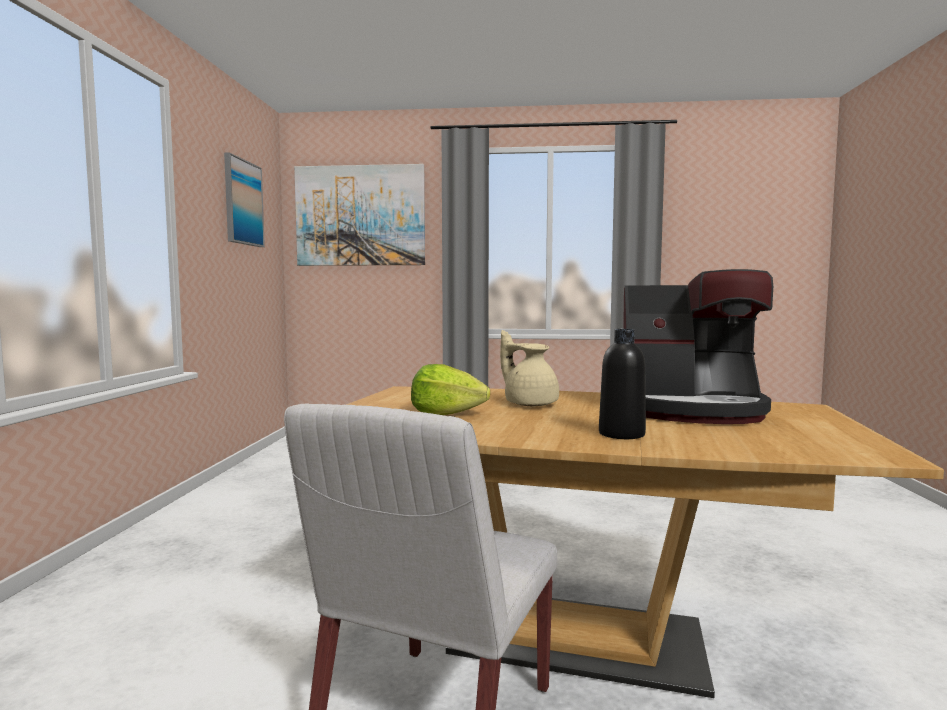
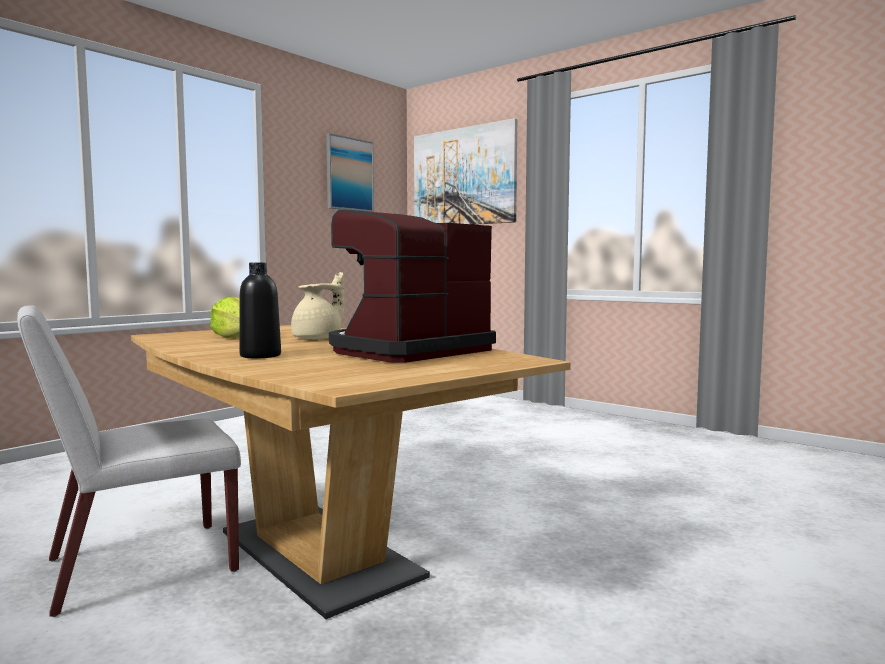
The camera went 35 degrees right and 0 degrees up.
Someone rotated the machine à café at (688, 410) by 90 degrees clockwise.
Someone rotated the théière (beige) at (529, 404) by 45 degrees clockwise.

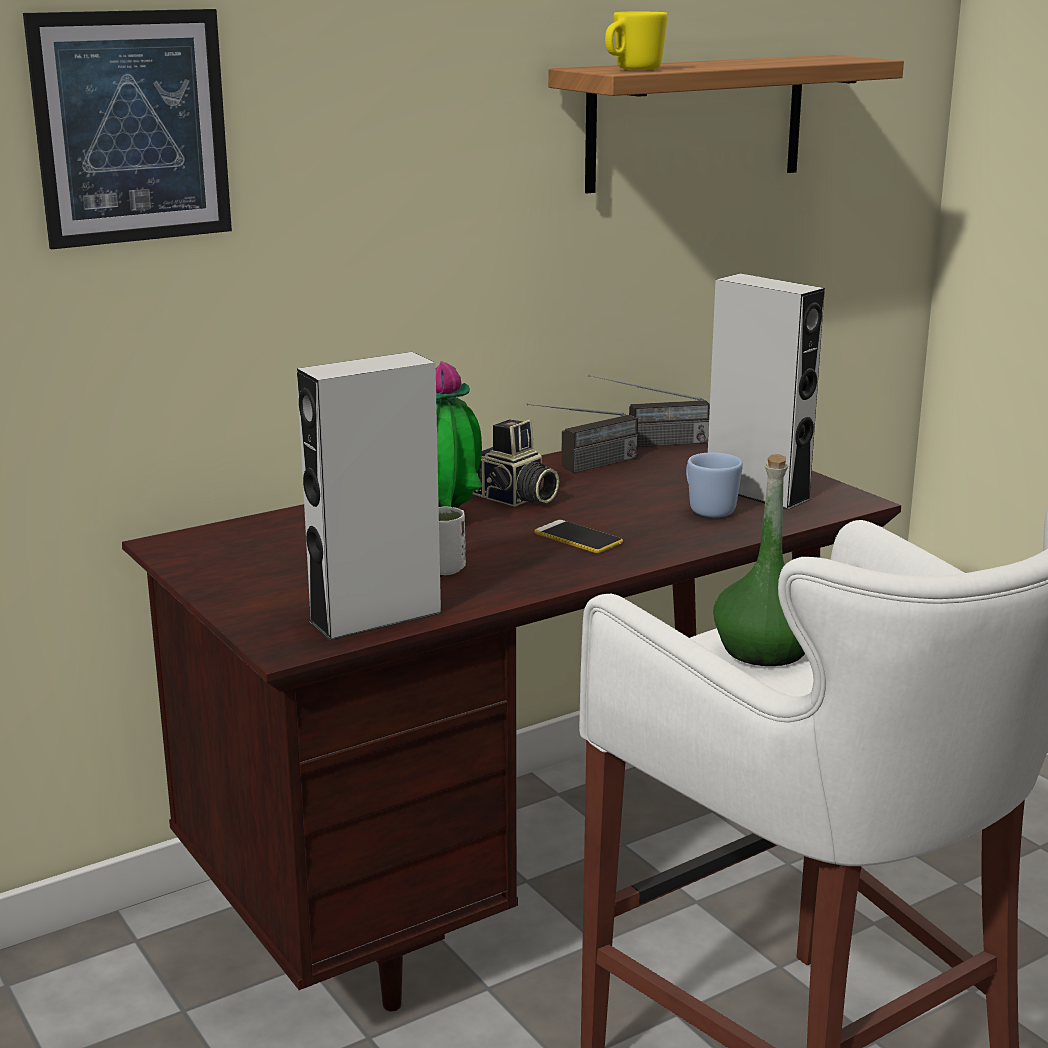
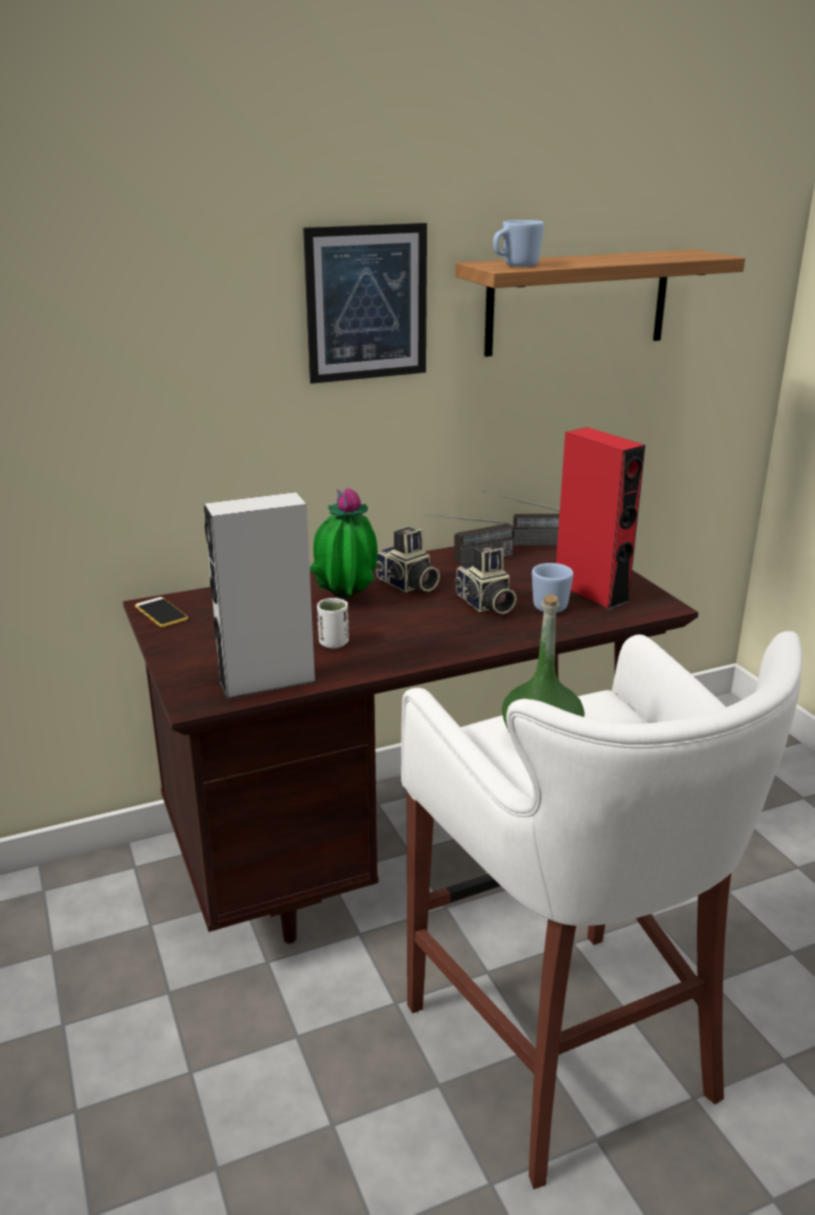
The camera went 10 degrees right and 5 degrees up.
Someone carried the tableau from (132, 128) to (367, 303).
Someone repainted the mug (jaune) at (632, 69), which became the mug (bleu) at (515, 266).
Someone repainted the enceinte (gris) at (757, 492), which became the enceinte (rouge) at (591, 592).
Someone carried the téléphone from (578, 538) to (161, 613).
Someone put down the appareil photo at (485, 604).

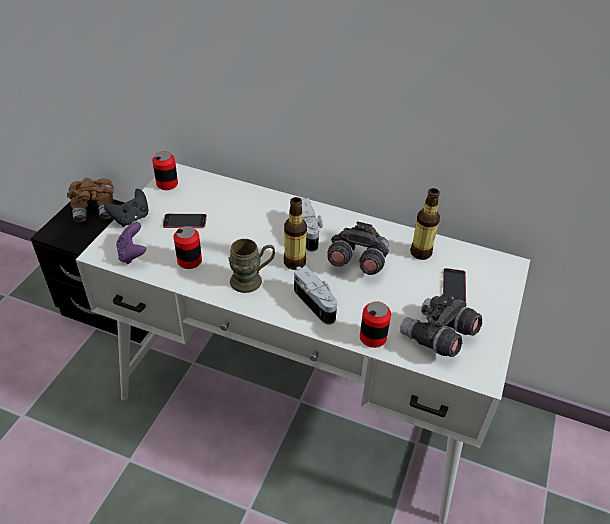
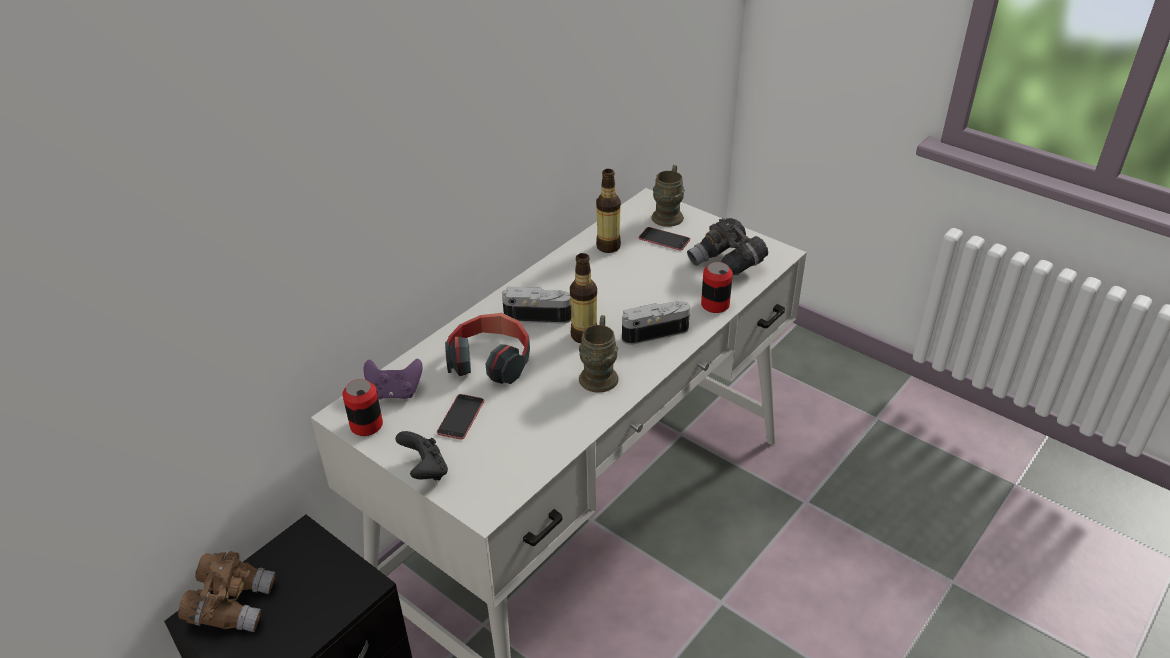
The camera went 70 degrees left and 5 degrees down.
Someone took away the jumelles (gris) at (357, 261).
Someone carried the manette (violet) from (132, 254) to (395, 392).
Someone took away the boîte métallique at (189, 261).
Someone put down the mug (marron) at (669, 214).
Someone put down the casque audio at (490, 360).

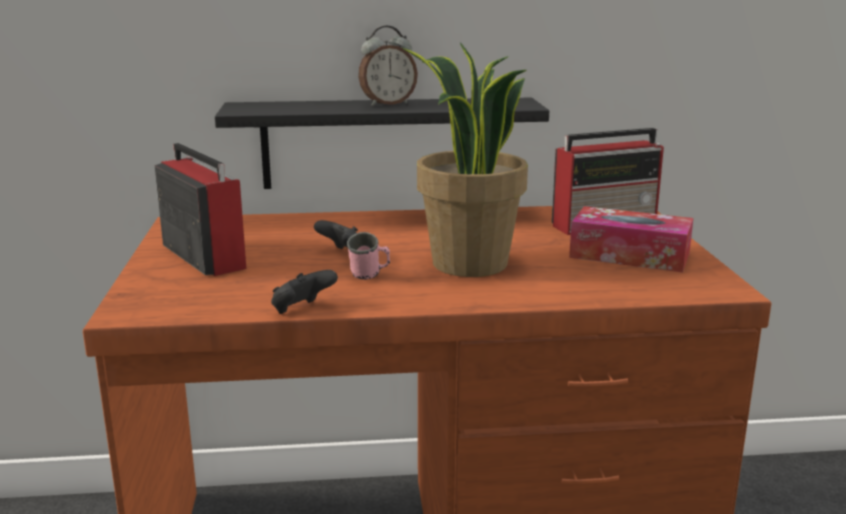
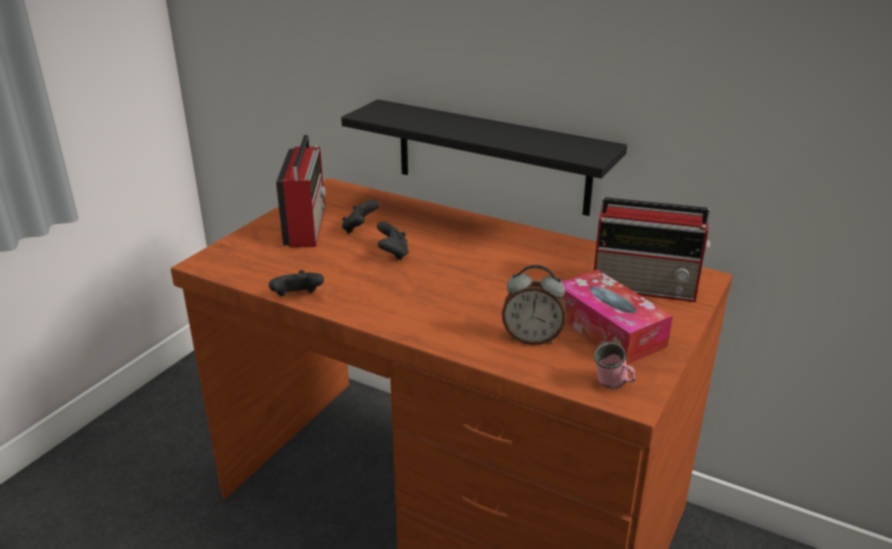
The camera went 35 degrees right and 10 degrees up.
Someone carried the réveil from (387, 104) to (532, 338).
Someone took away the plante en pot at (468, 264).
Someone carried the mug (rose) from (369, 277) to (613, 386).
Someone put down the manette (noir) at (359, 229).

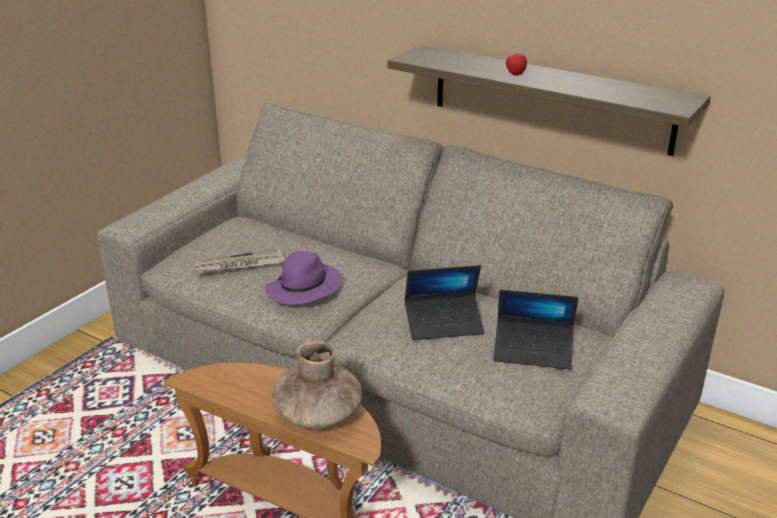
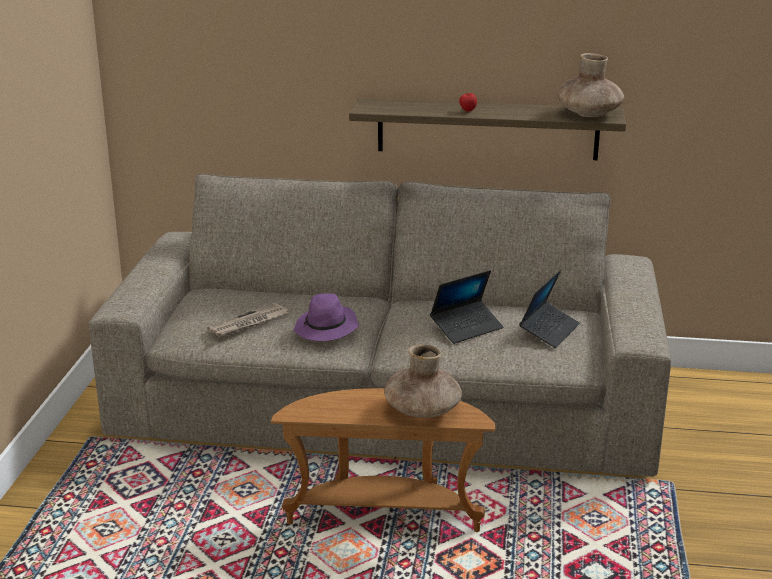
The camera went 25 degrees left and 5 degrees down.
Someone rotated the ordinateur portable at (533, 351) by 45 degrees counterclockwise.
Someone put down the vase (marron) at (589, 114).

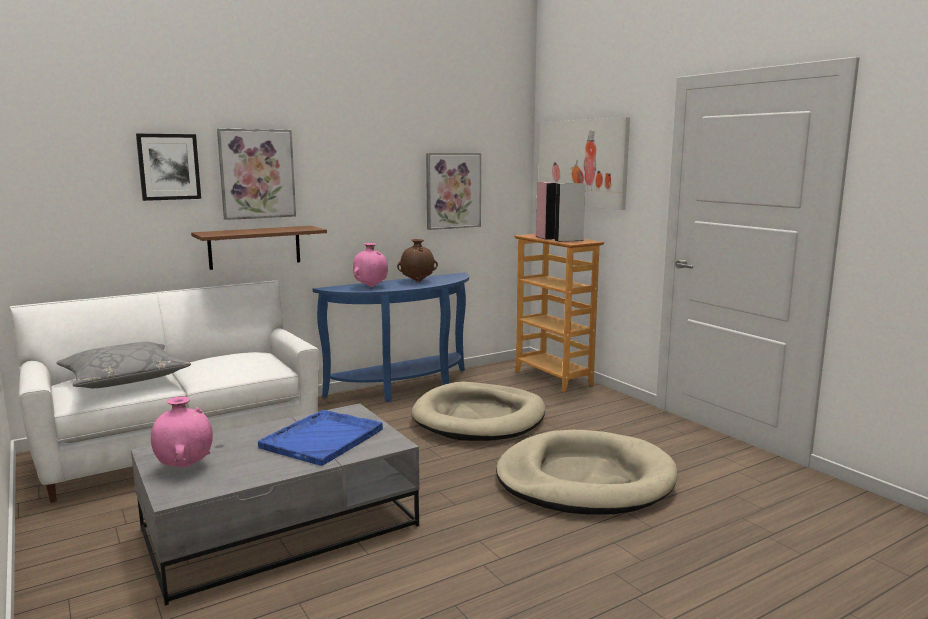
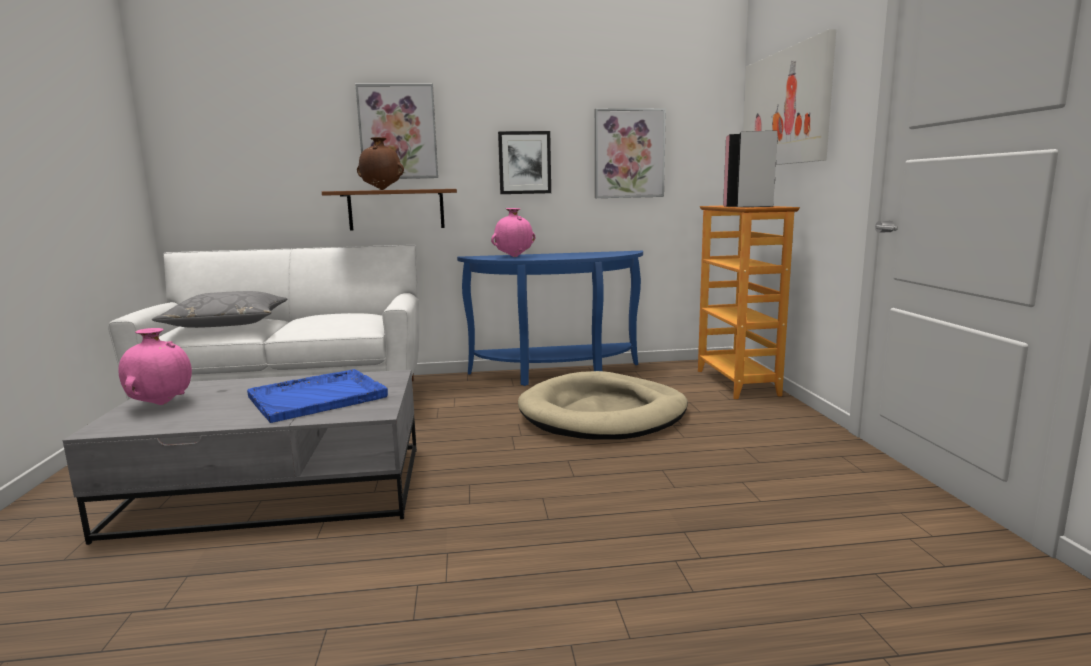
The camera went 25 degrees right and 0 degrees up.
Someone carried the tableau from (169, 167) to (524, 163).
Someone carried the vase (marron) from (418, 281) to (382, 189).
Someone took away the panier pour chien (beige) at (584, 480).

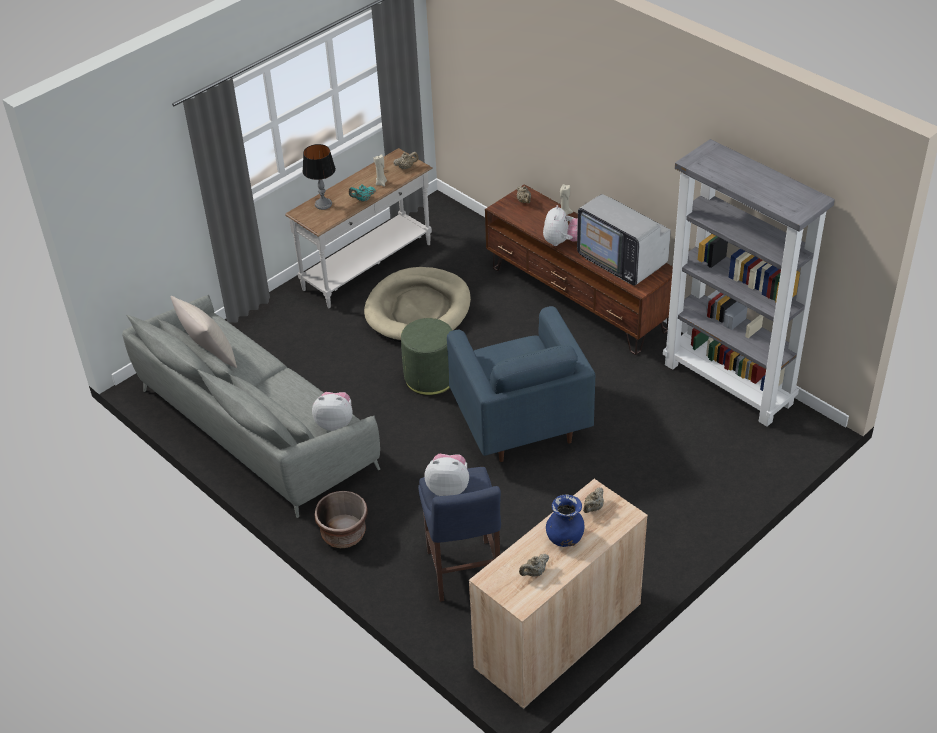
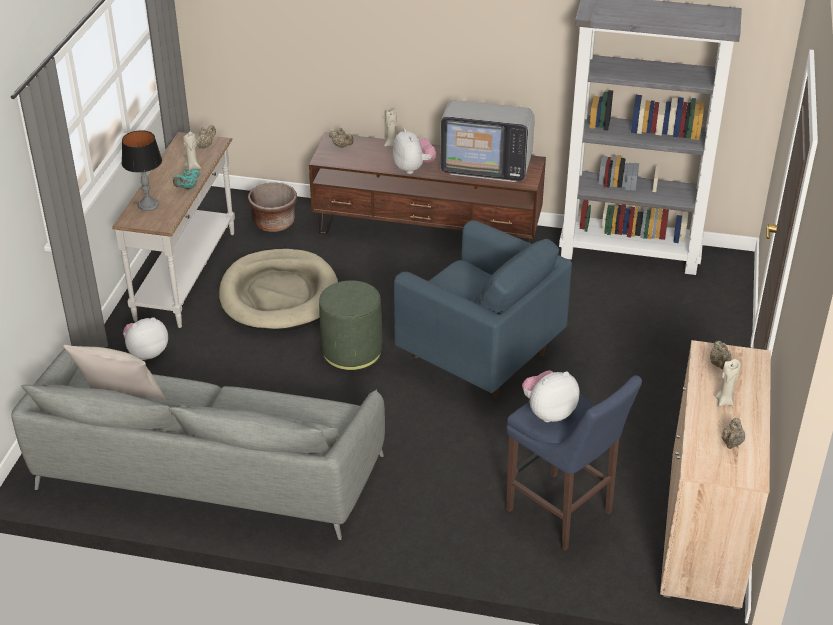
The camera went 35 degrees left and 5 degrees down.
Someone carried the peluche from (335, 422) to (147, 352).
Someone carried the cache-pot (marron) from (343, 534) to (274, 223).
Someone swapped the vase (bleu) at (565, 538) for the bougie (beige) at (724, 401).

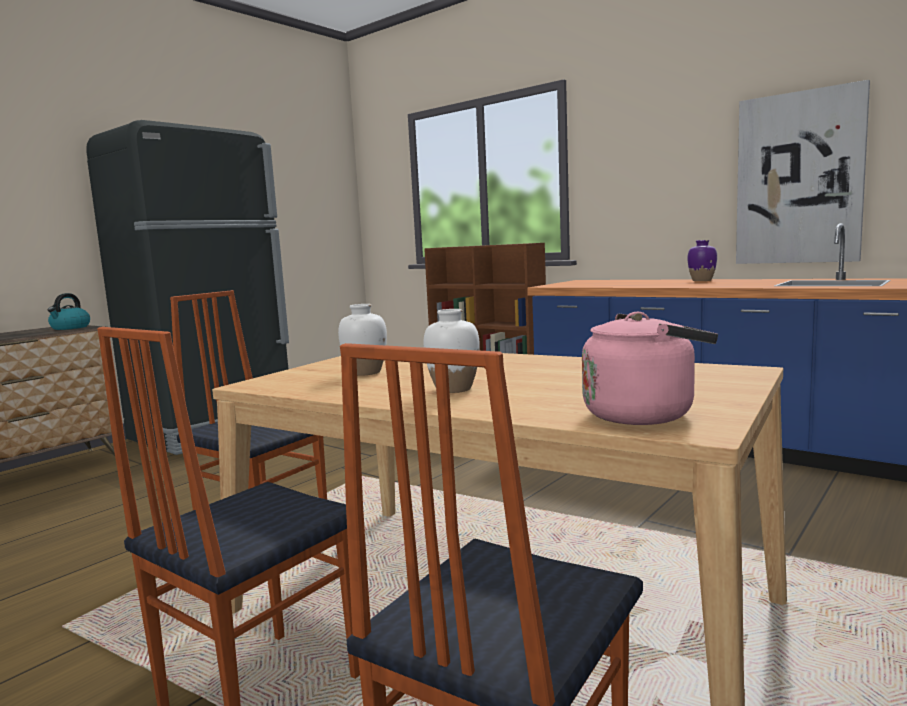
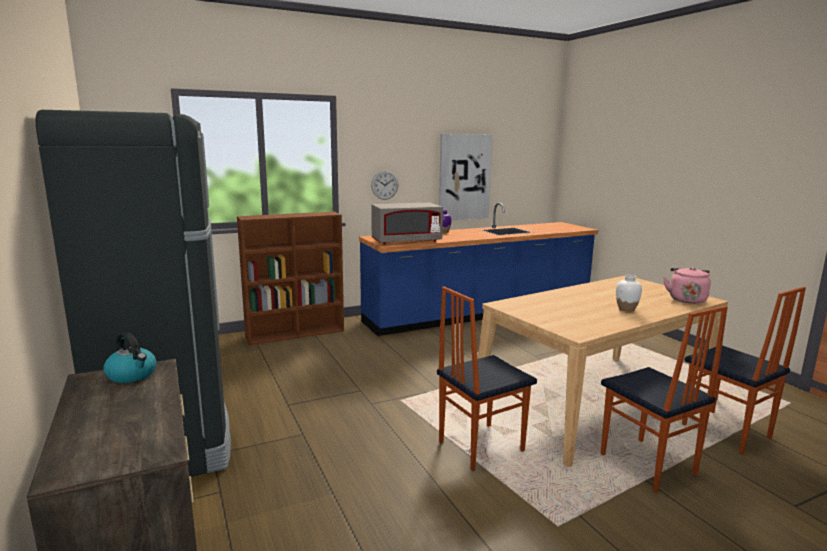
The camera went 65 degrees left and 5 degrees up.
Someone took away the vase (blanc) at (365, 372).
Someone put up the horloge murale at (384, 185).
Someone put down the micro-ondes (gris) at (406, 241).

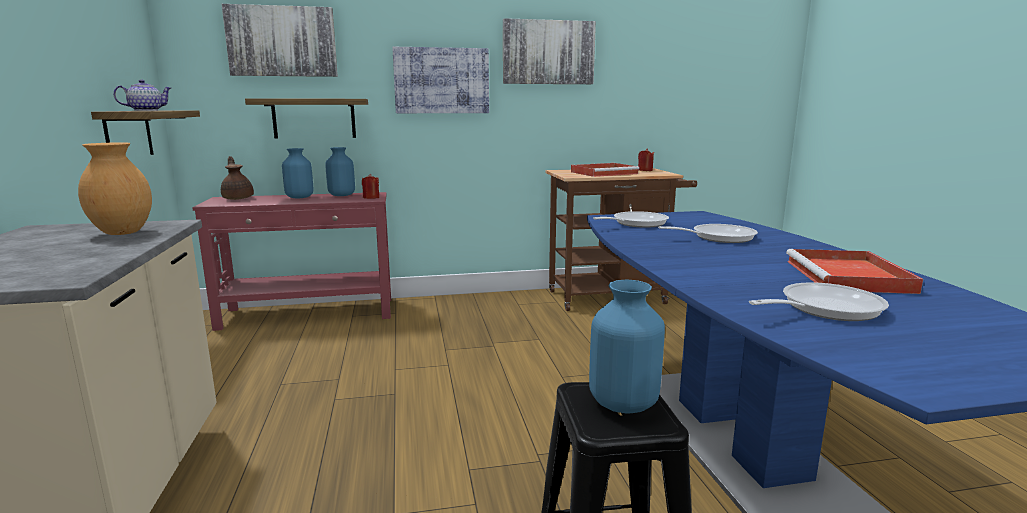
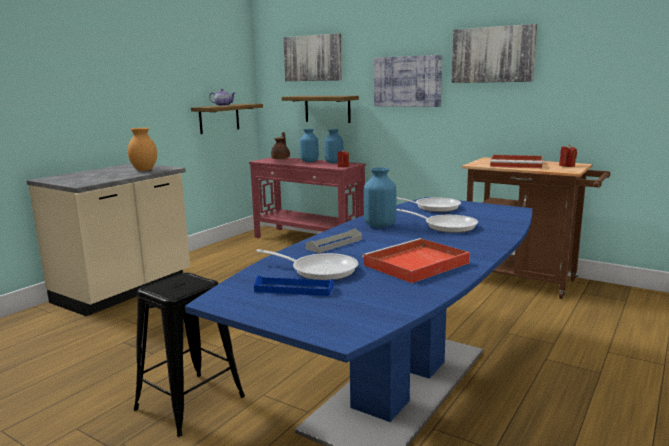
The camera went 45 degrees right and 0 degrees up.
Someone carried the vase (bleu) from (624, 403) to (380, 225).
Someone put down the plateau (gris) at (334, 244).
Someone put down the plateau (bleu) at (294, 289).

